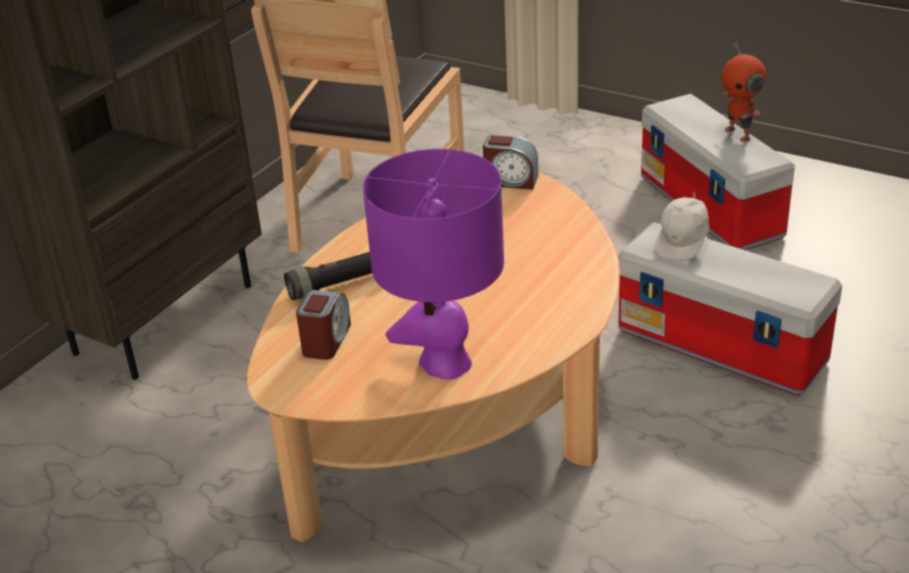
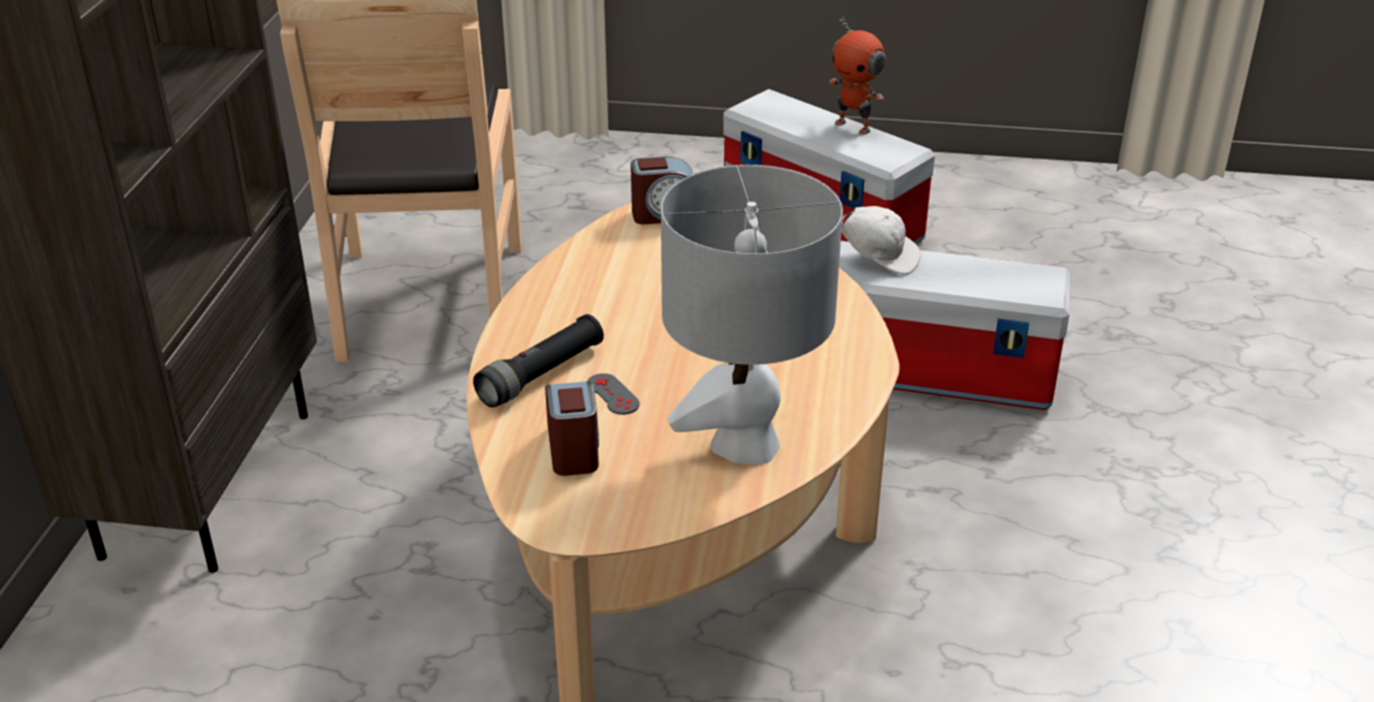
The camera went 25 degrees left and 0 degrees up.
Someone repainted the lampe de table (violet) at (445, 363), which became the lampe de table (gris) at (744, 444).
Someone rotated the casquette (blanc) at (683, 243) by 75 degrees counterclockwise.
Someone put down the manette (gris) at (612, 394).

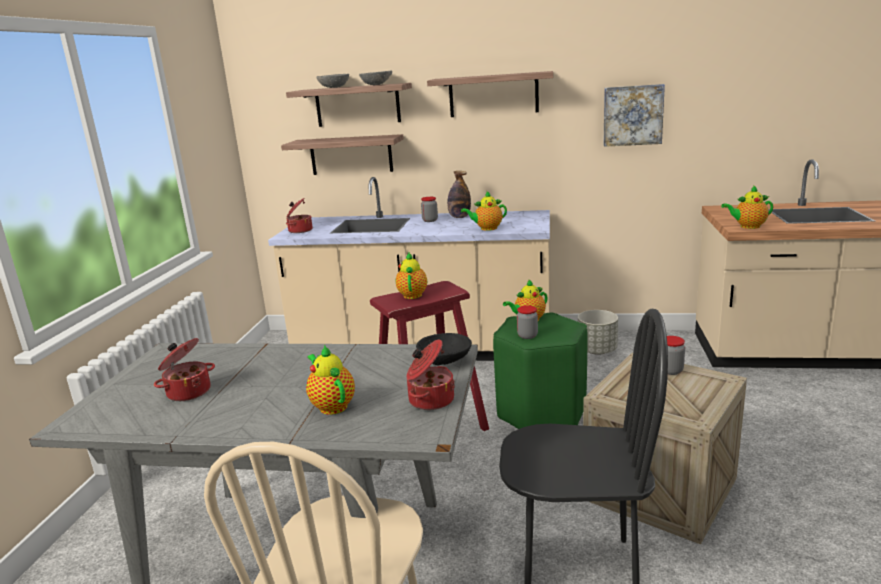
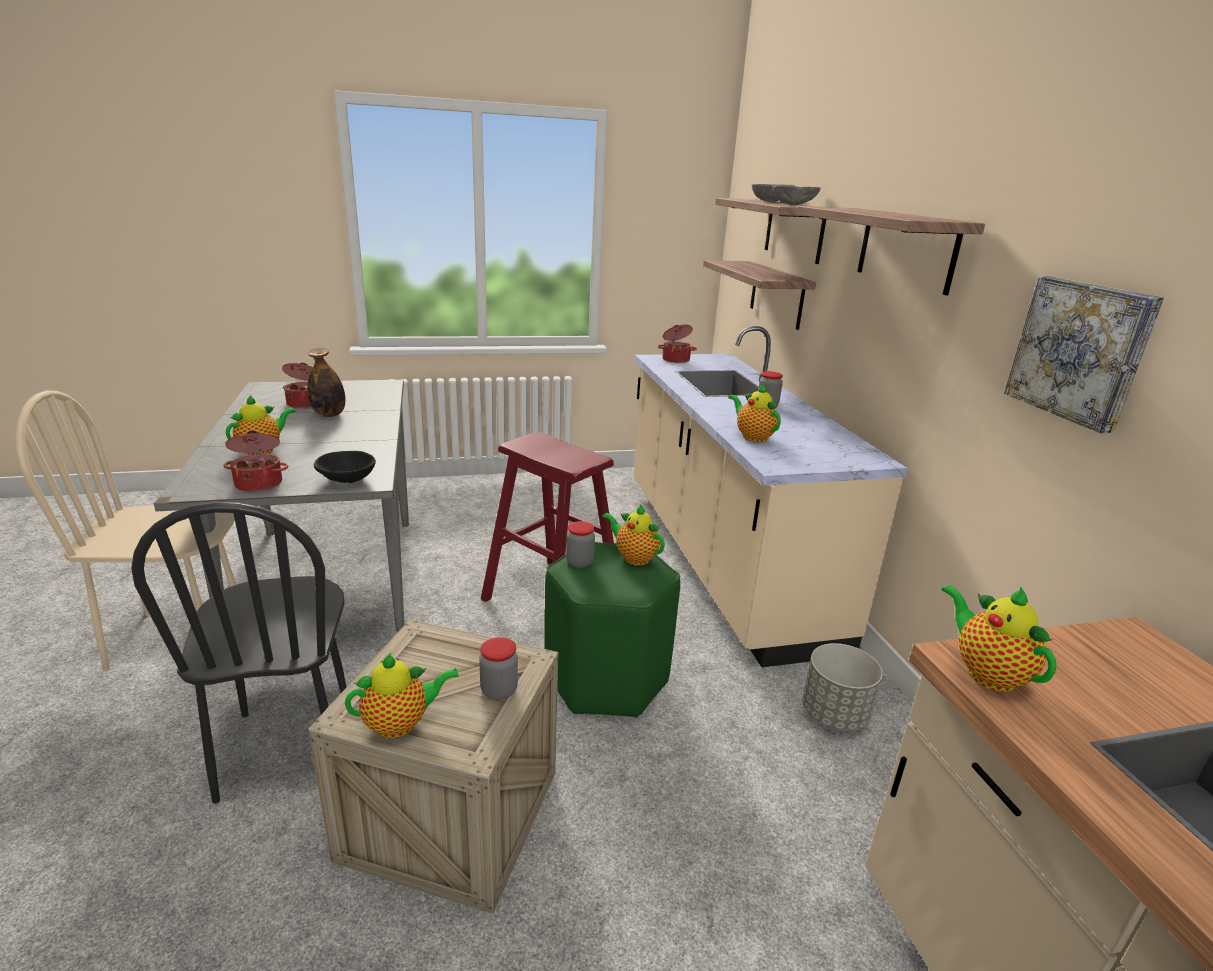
The camera went 65 degrees right and 5 degrees up.
Someone carried the bouteille from (459, 217) to (329, 415).
Someone carried the théière from (412, 294) to (401, 723).

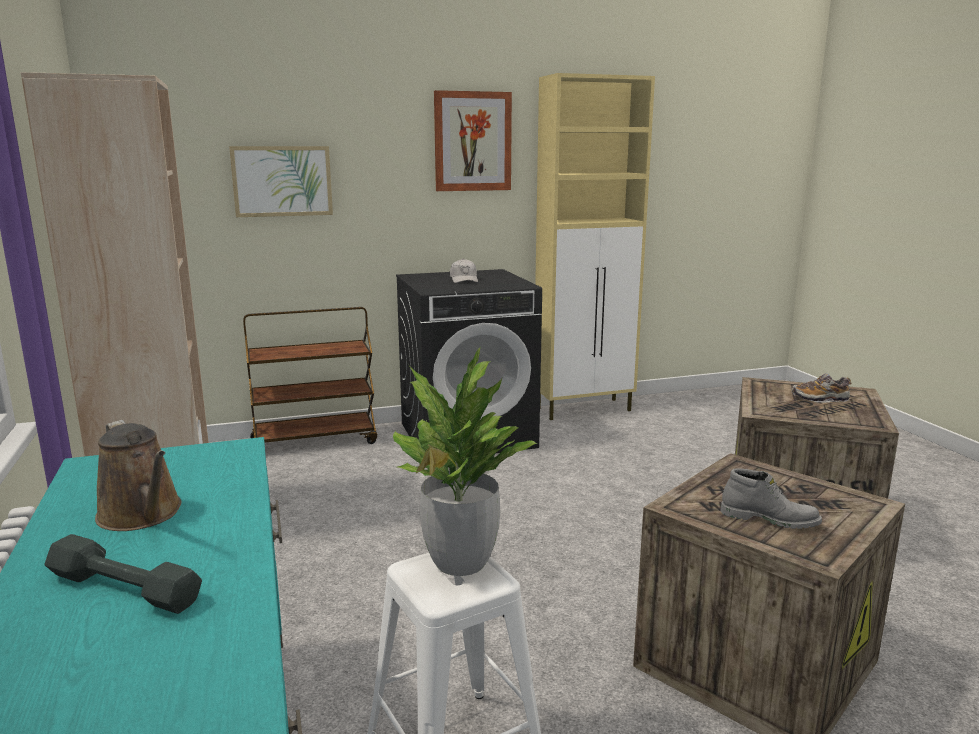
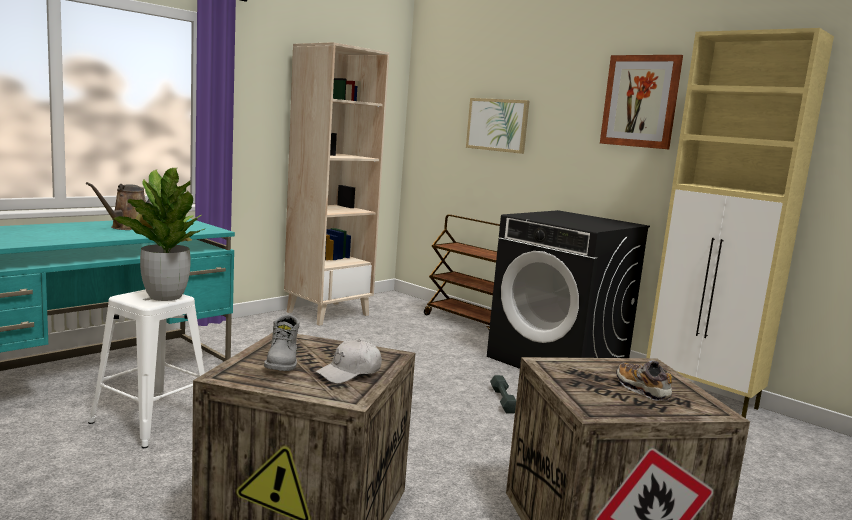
The camera went 60 degrees right and 5 degrees down.
Someone carried the casquette (blanc) from (464, 280) to (349, 373).
Someone carried the haltère (gris) from (125, 588) to (503, 400).

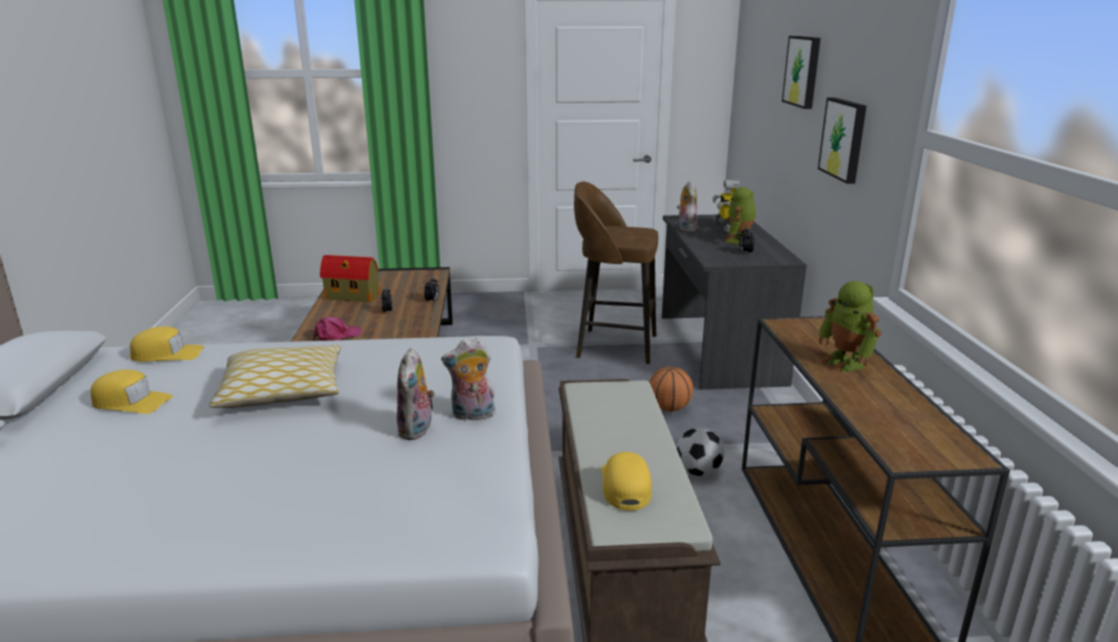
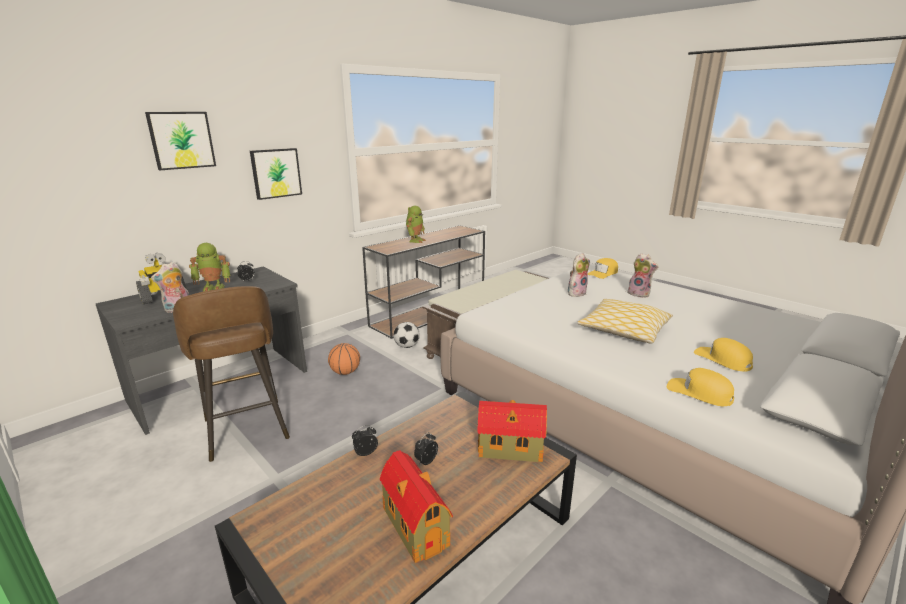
The camera went 130 degrees left and 0 degrees up.
Someone swapped the casquette (rose) at (336, 337) for the maison miniature at (511, 450).
Someone carried the peluche from (472, 415) to (639, 294).
Someone carried the casquette (jaune) from (625, 486) to (603, 273).

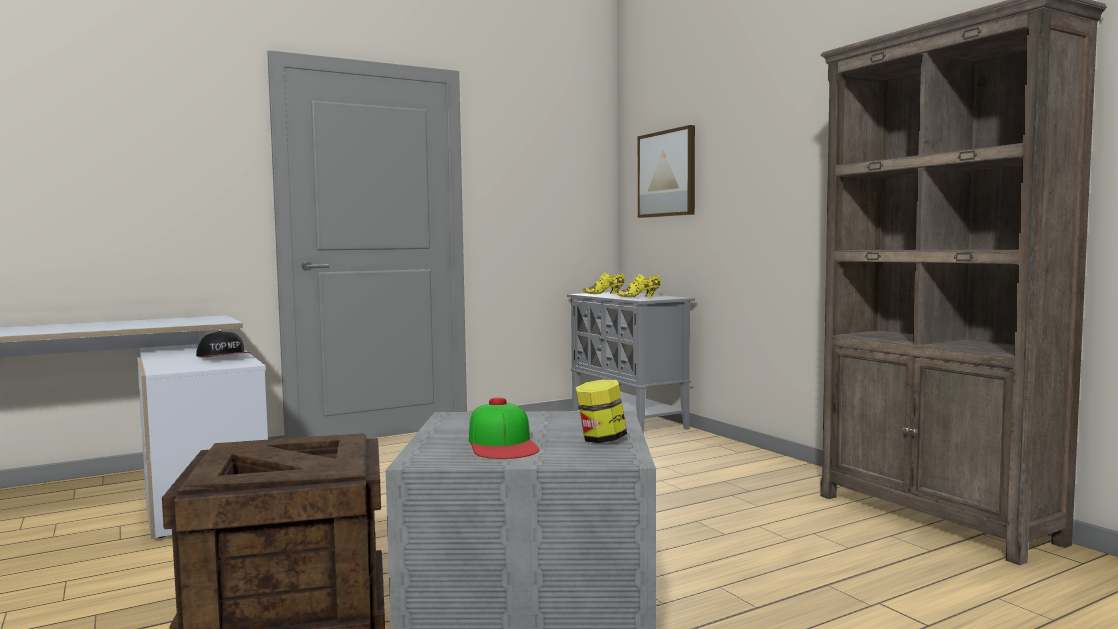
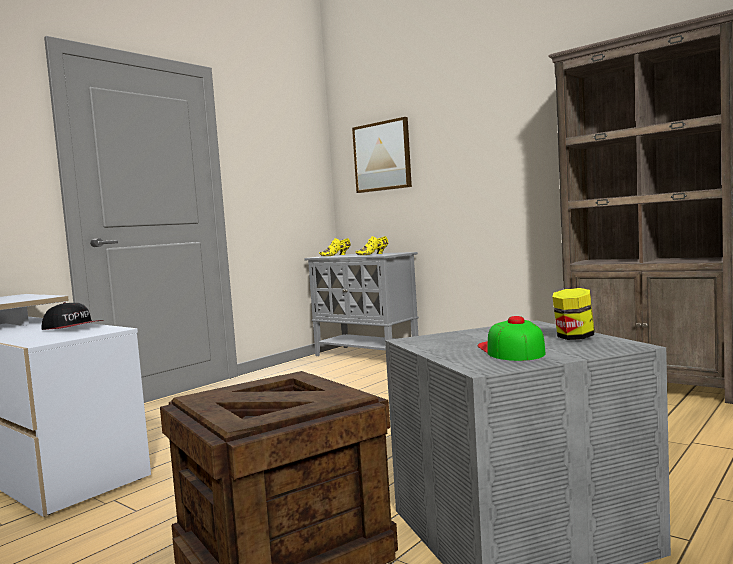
The camera went 20 degrees left and 0 degrees up.
Someone rotated the casquette at (502, 444) by 150 degrees counterclockwise.

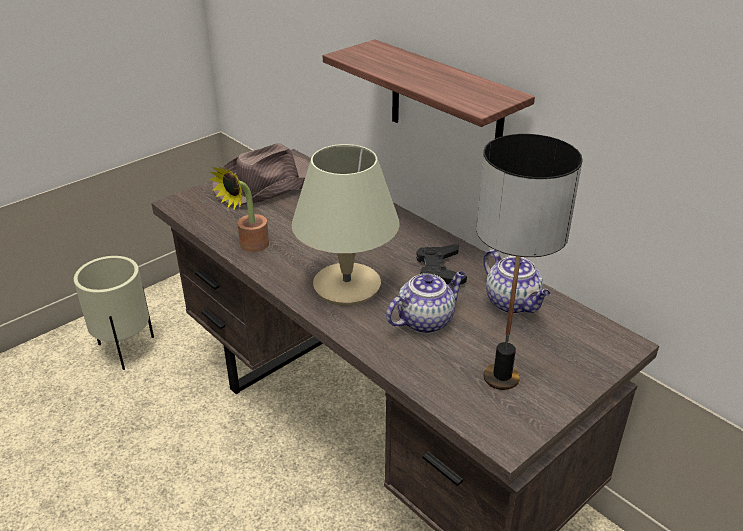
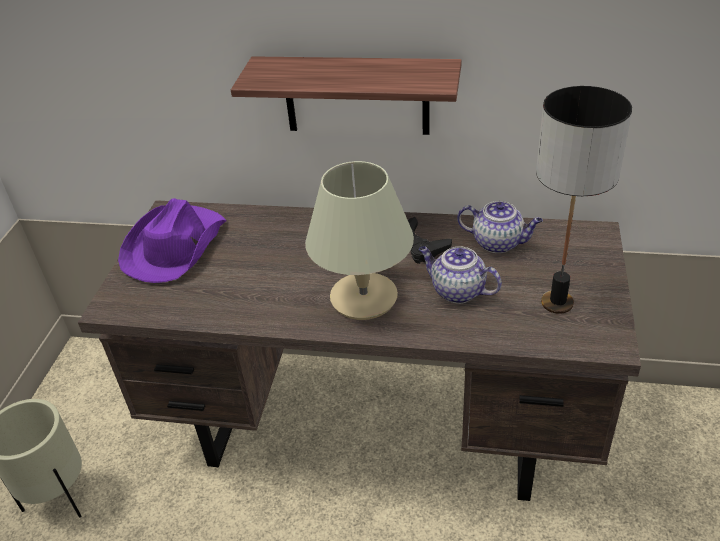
The camera went 35 degrees left and 5 degrees up.
Someone repainted the chapeau (marron) at (266, 184), which became the chapeau (violet) at (174, 246).
Someone took away the plante en pot at (249, 246).
Someone rotated the théière at (425, 320) by 75 degrees counterclockwise.

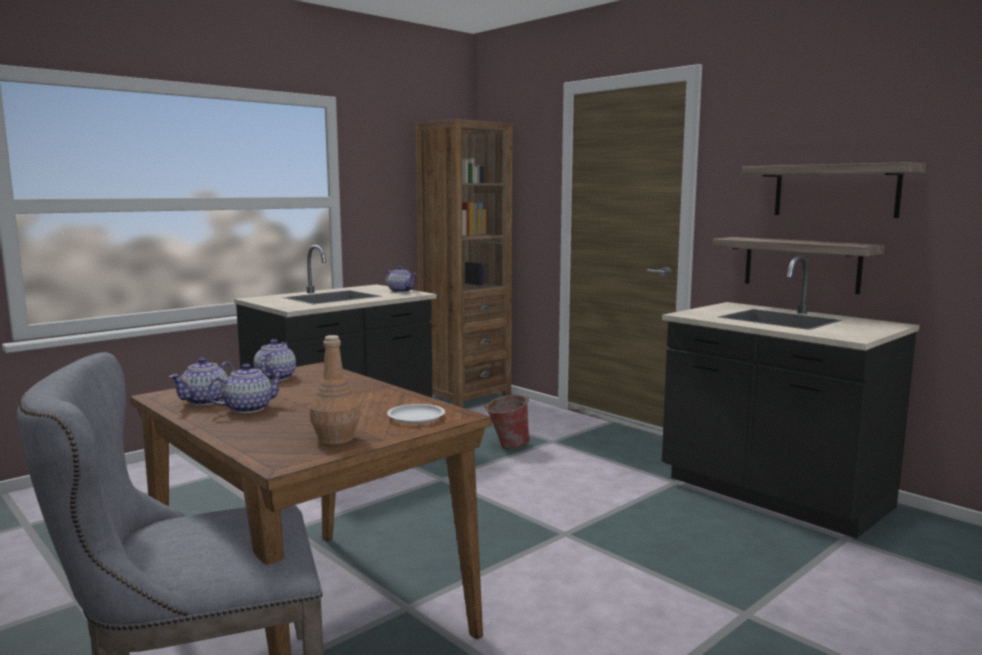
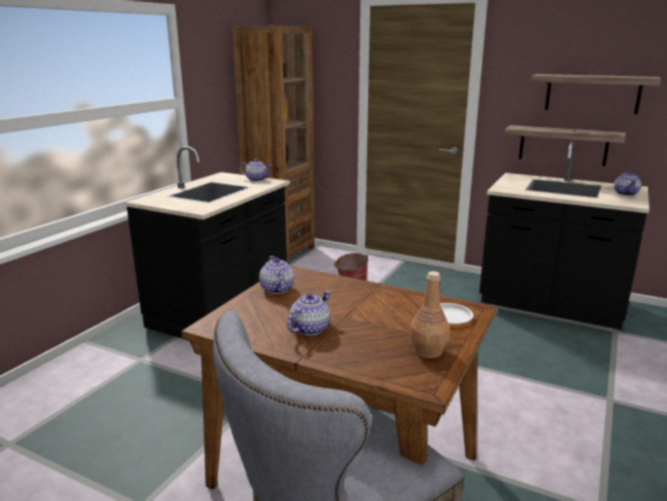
The camera went 20 degrees left and 10 degrees up.
Someone carried the théière from (206, 401) to (626, 193).

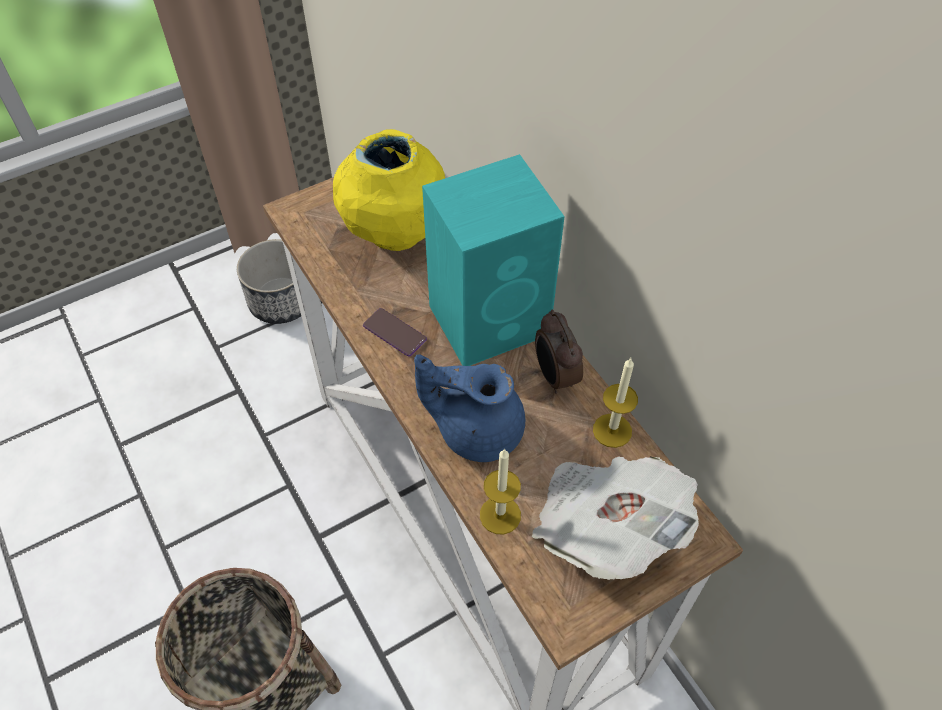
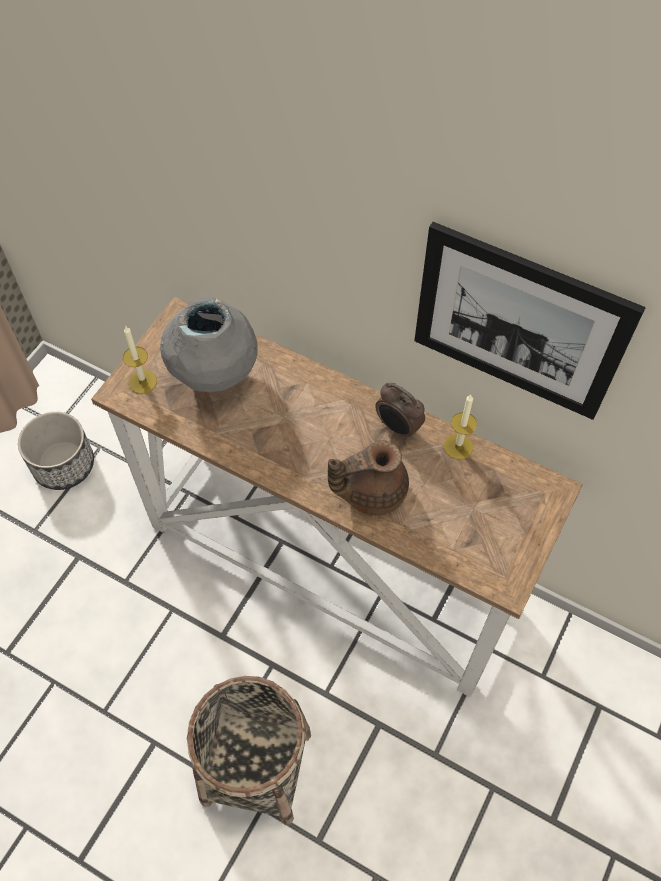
The camera went 30 degrees left and 5 degrees up.
Someone repainted the vase (jaune) at (395, 236), which became the vase (gris) at (214, 376).
Someone took away the enceinte (turquoise) at (491, 319).
Someone took away the téléphone at (394, 333).
Someone repainted the théière (bleu) at (476, 429), which became the théière (marron) at (370, 491).
Someone carried the bougie from (500, 515) to (143, 381).
Someone took away the journal at (605, 526).
Someone put up the tableau at (518, 323).

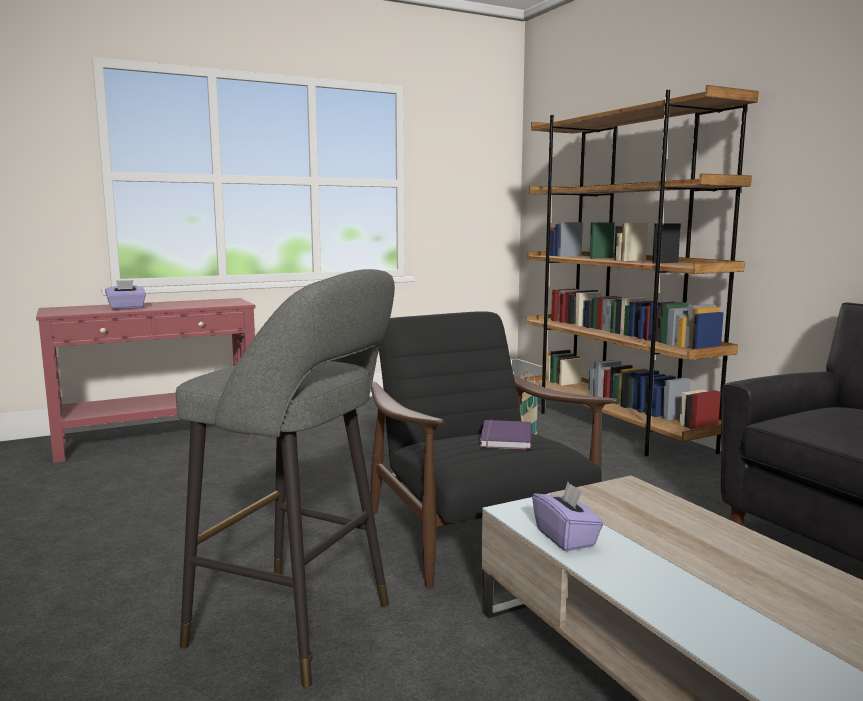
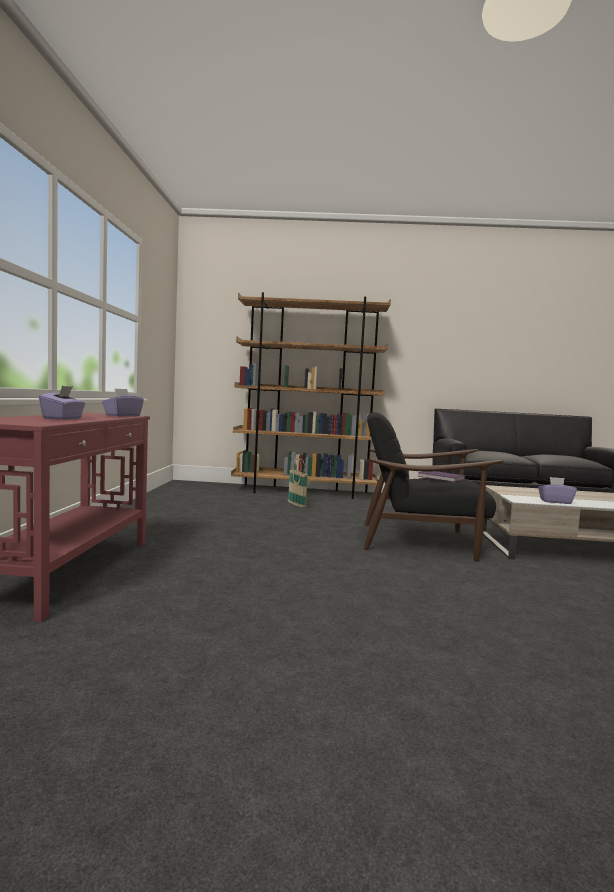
The camera went 60 degrees left and 5 degrees down.
Someone took away the tabouret (gris) at (300, 627).
Someone put down the boîte à mouchoirs (violet) at (122, 416).

